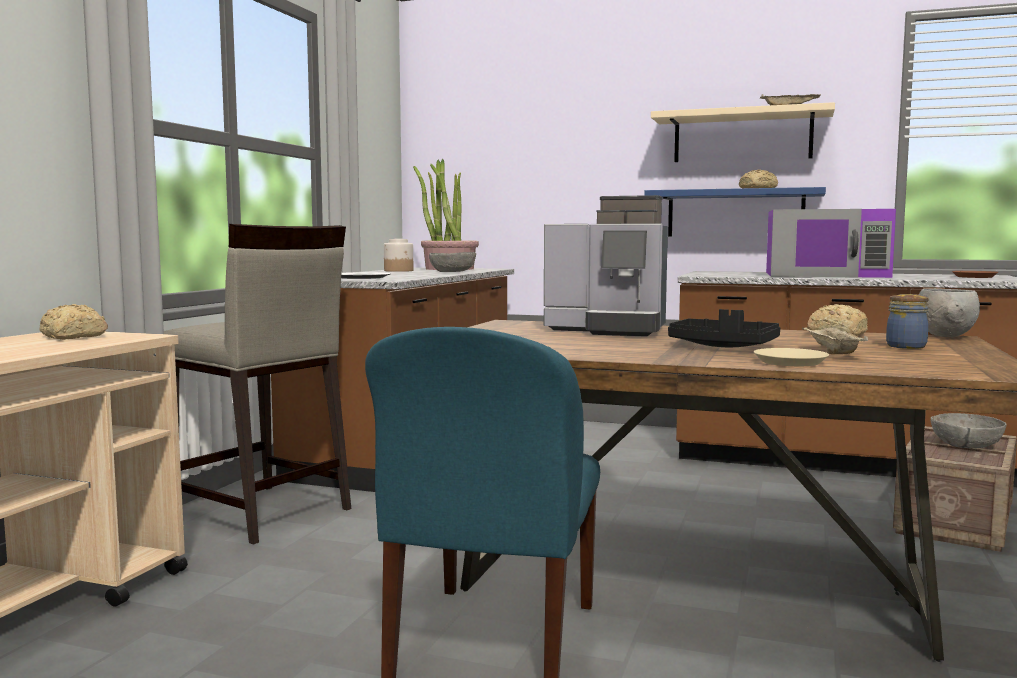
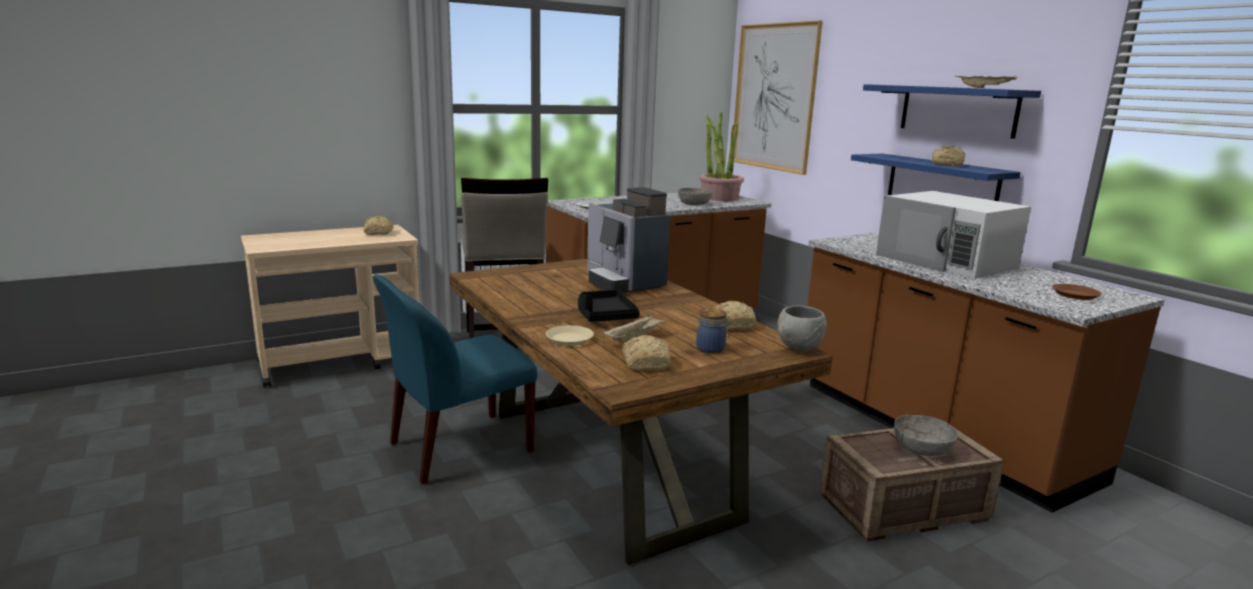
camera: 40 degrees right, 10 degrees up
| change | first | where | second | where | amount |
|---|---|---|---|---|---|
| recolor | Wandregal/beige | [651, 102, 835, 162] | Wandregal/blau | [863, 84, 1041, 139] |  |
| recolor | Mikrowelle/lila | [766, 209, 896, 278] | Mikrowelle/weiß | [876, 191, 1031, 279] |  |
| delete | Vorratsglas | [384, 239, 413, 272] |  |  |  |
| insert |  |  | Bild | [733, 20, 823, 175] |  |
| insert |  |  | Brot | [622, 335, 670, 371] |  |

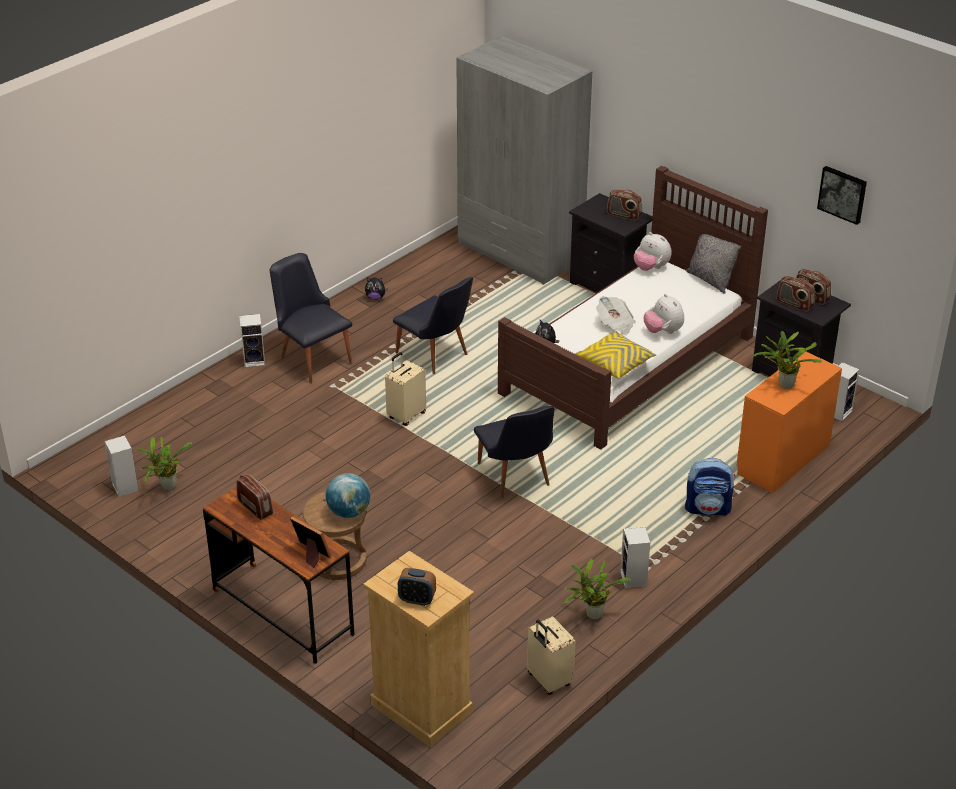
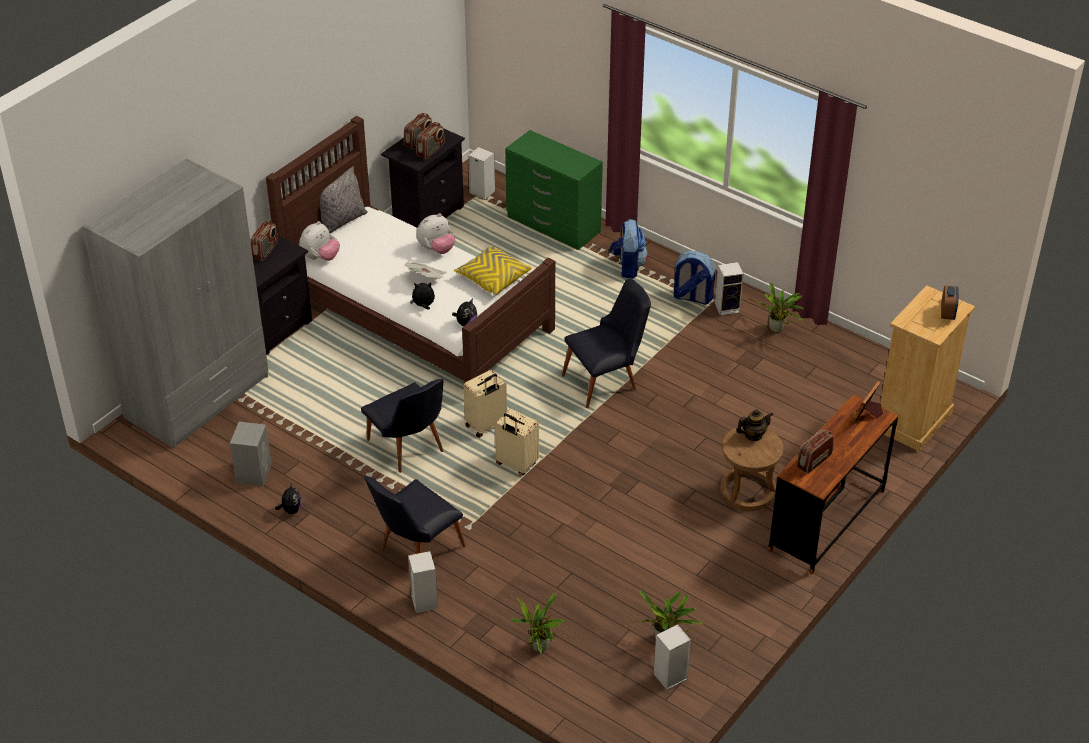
camera: 95 degrees left, 5 degrees up
| change | first | where | second | where | amount |
|---|---|---|---|---|---|
| delete | Bild | [817, 166, 867, 225] |  |  |  |
| rotate | Stuhl/schwarz | [393, 277, 473, 374] |  | [361, 379, 443, 473] | 105 degrees clockwise |
| move | Topfpflanze | [753, 331, 822, 389] |  | [510, 593, 565, 655] |  |
| recolor | Kommode/orange | [736, 352, 842, 493] | Kommode/grün | [505, 130, 603, 250] |  |
| replace | Globus | [326, 473, 370, 518] | Teekanne | [736, 409, 774, 441] |  |
| move | Koffer/beige | [527, 616, 575, 695] |  | [463, 370, 507, 438] |  |
| insert |  |  | Rucksack | [673, 251, 715, 305] |  |
| insert |  |  | Plüschtier | [410, 282, 435, 310] |  |
| insert |  |  | Lautsprecher/grau | [230, 422, 272, 486] |  |

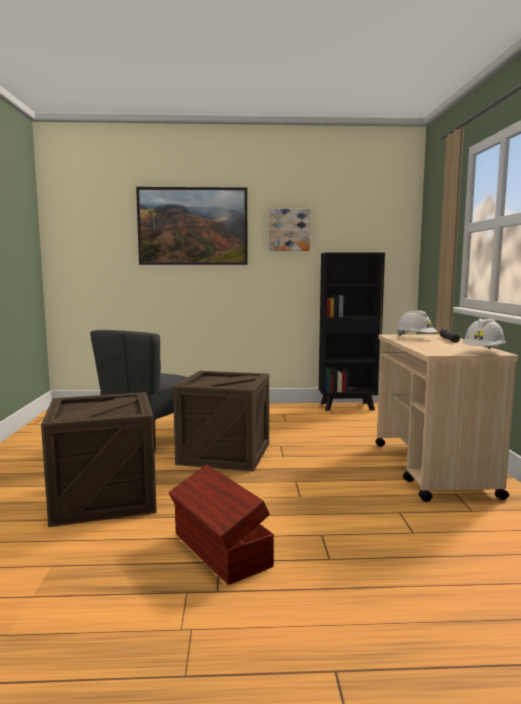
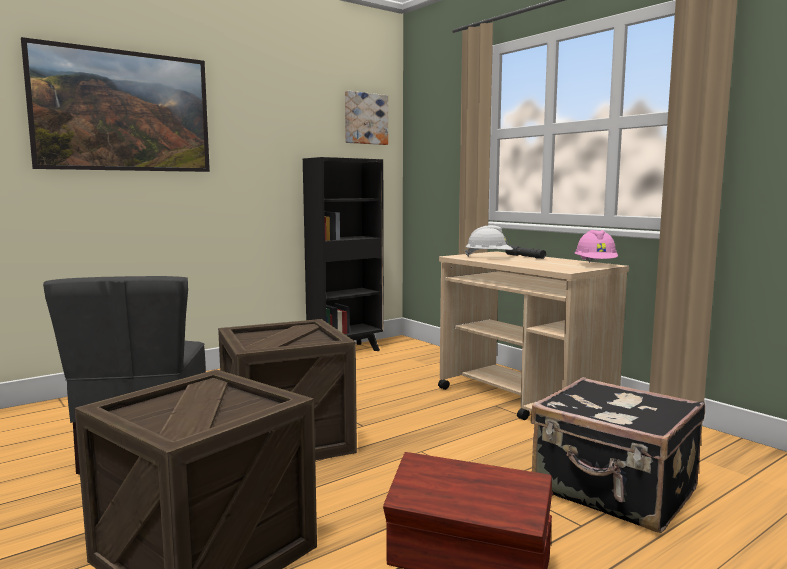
camera: 35 degrees left, 0 degrees up
| change | first | where | second | where | amount |
|---|---|---|---|---|---|
| move | Bild | [269, 209, 310, 251] |  | [345, 91, 388, 145] |  |
| recolor | Schutzhelm/weiß | [462, 318, 506, 349] | Schutzhelm/rosa | [575, 230, 618, 263] |  |
| insert |  |  | Koffer/schwarz | [531, 377, 705, 533] |  |

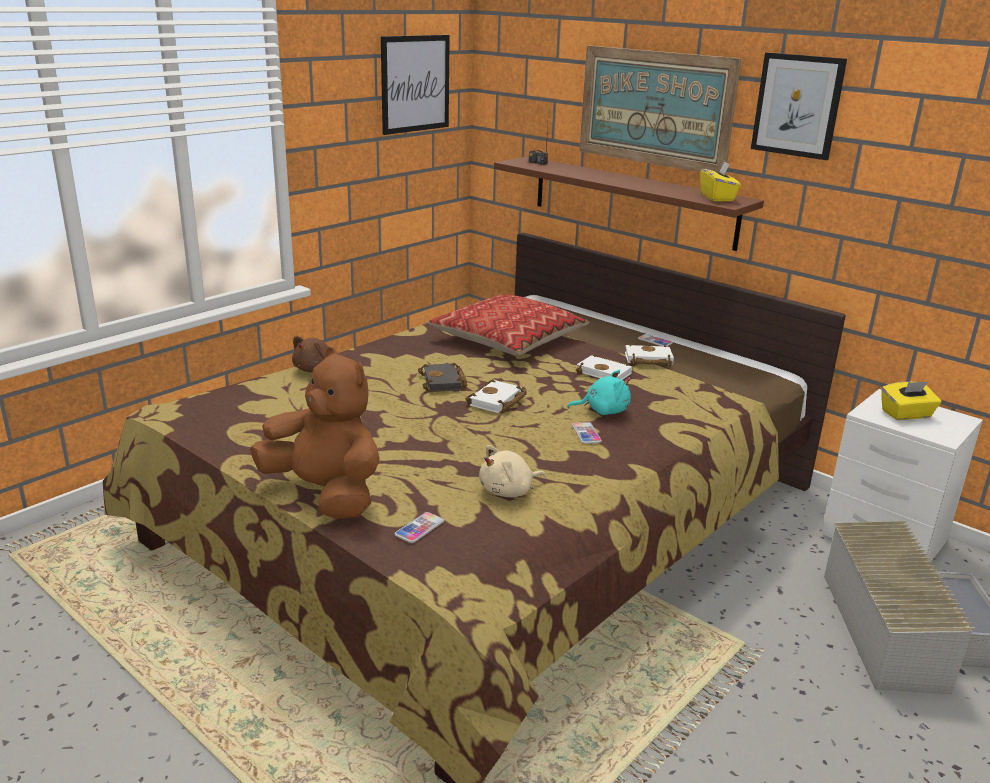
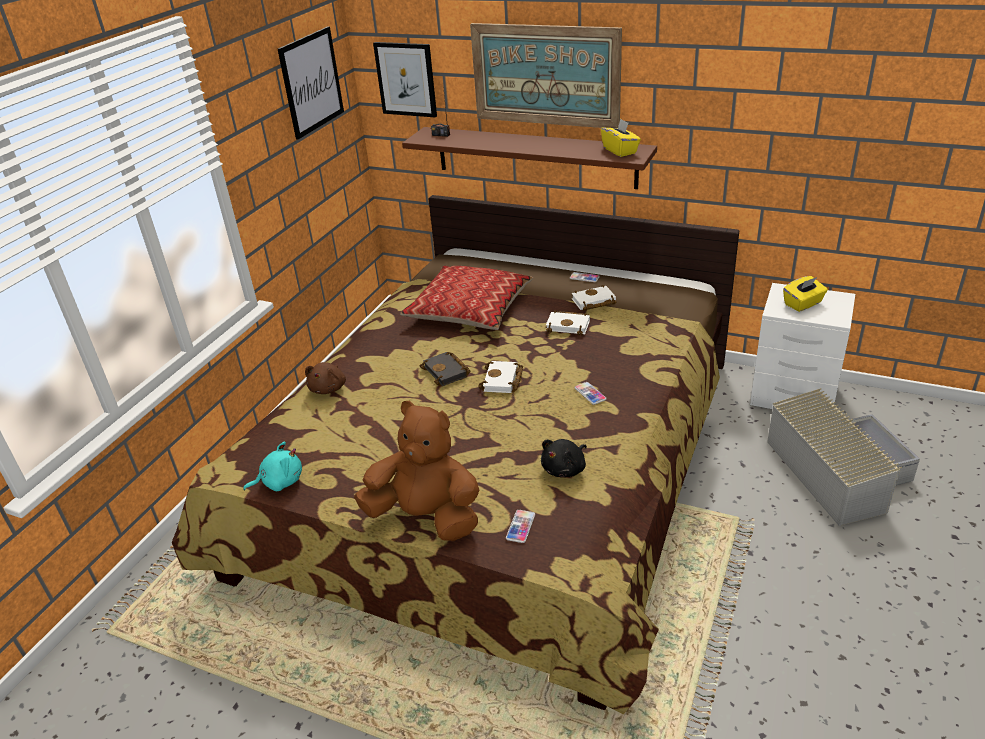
camera: 15 degrees left, 10 degrees up
| change | first | where | second | where | amount |
|---|---|---|---|---|---|
| move | Bild | [751, 52, 847, 160] |  | [373, 42, 437, 118] |  |
| move | Plüschtier/türkis | [567, 370, 631, 415] |  | [243, 441, 302, 491] |  |
| recolor | Plüschtier/beige | [479, 445, 546, 497] | Plüschtier/schwarz | [541, 439, 587, 477] |  |

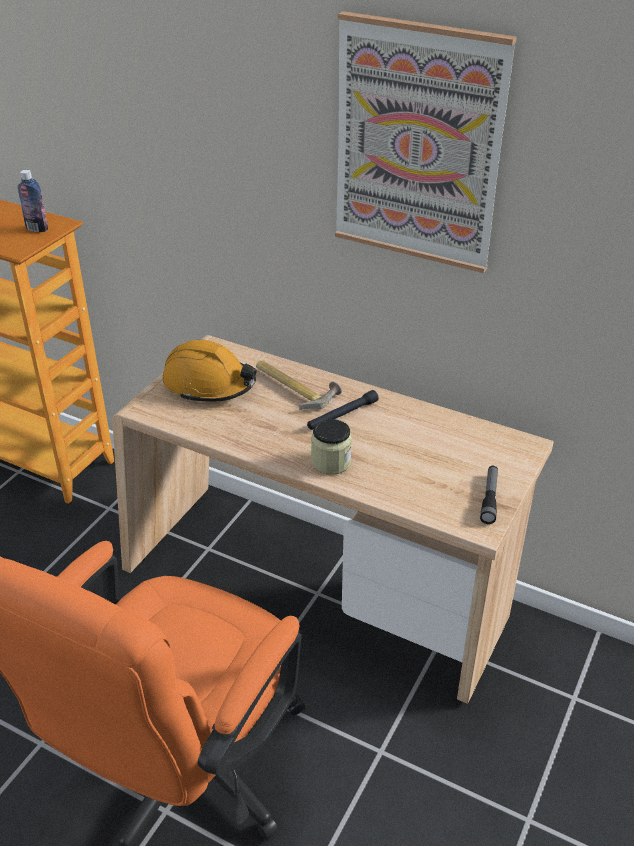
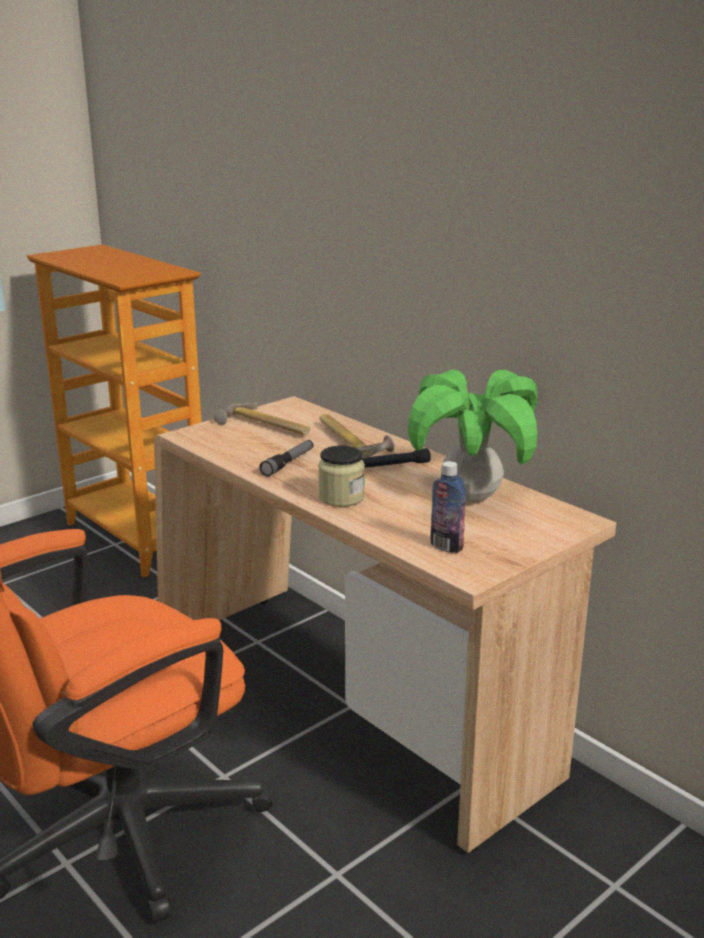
camera: 20 degrees right, 15 degrees down
| change | first | where | second | where | amount |
|---|---|---|---|---|---|
| delete | Bild | [335, 11, 517, 273] |  |  |  |
| move | Flasche | [17, 170, 48, 232] |  | [431, 461, 466, 553] |  |
| replace | Schutzhelm/orange | [163, 340, 257, 402] | Hammer | [214, 402, 310, 435] |  |
| move | Taschenlampe | [480, 466, 498, 524] |  | [259, 440, 313, 477] |  |
| insert |  |  | Topfpflanze | [408, 369, 537, 502] |  |

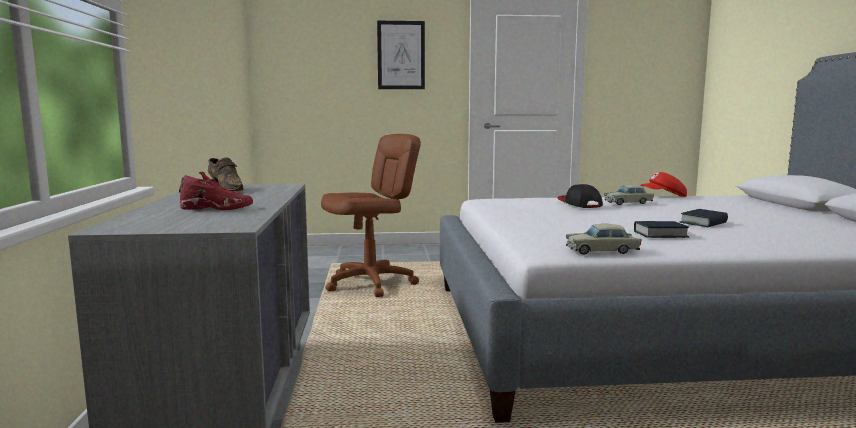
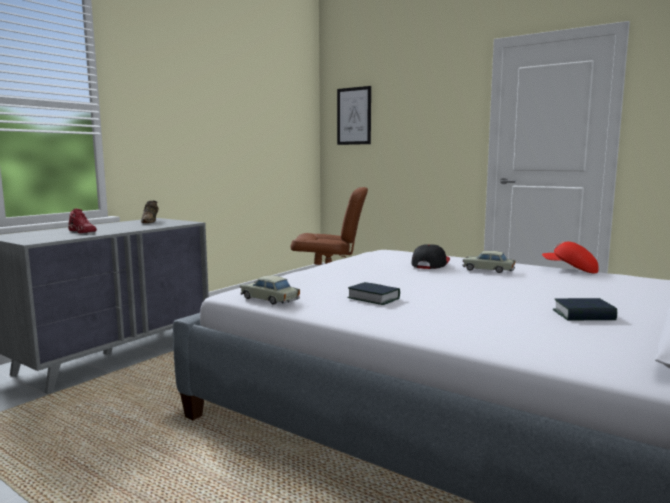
camera: 40 degrees right, 0 degrees up
| change | first | where | second | where | amount |
|---|---|---|---|---|---|
| move | Bild | [377, 21, 425, 89] |  | [337, 86, 371, 145] |  |
| move | Buch | [680, 209, 728, 227] |  | [553, 298, 617, 320] |  |

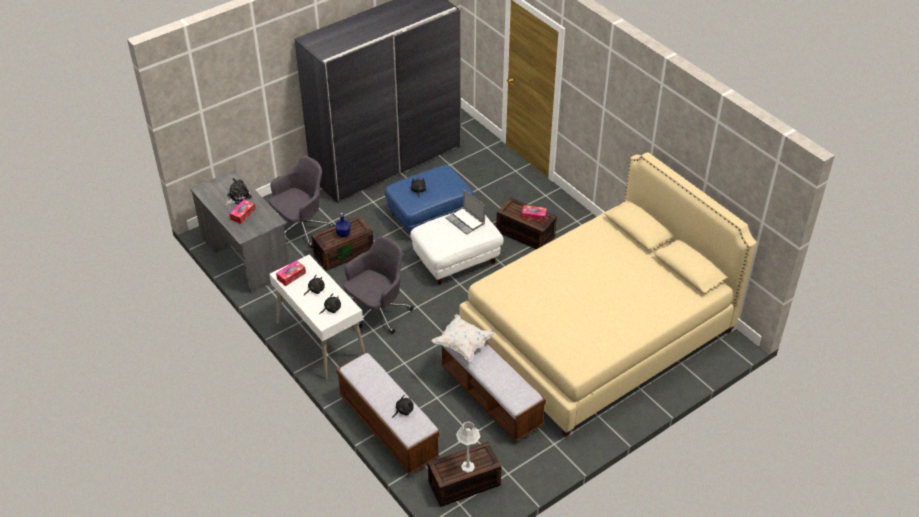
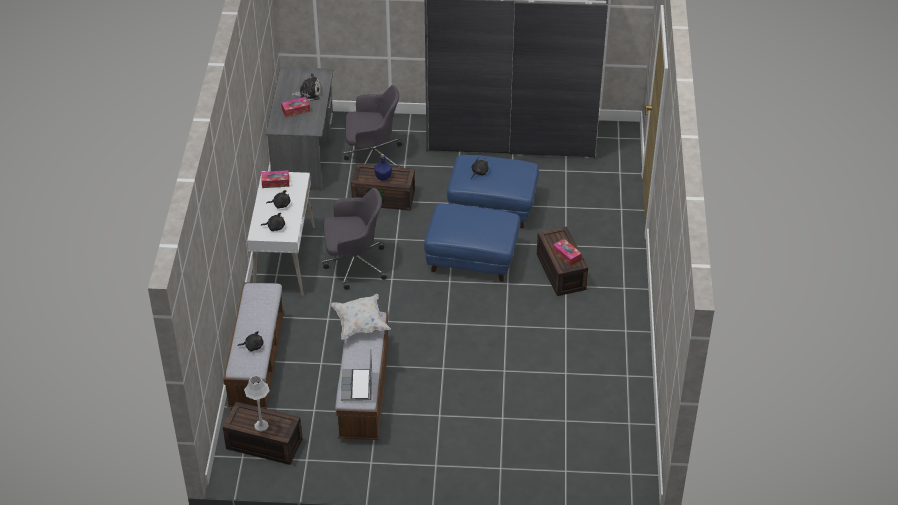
camera: 40 degrees right, 0 degrees up
| change | first | where | second | where | amount |
|---|---|---|---|---|---|
| delete | Bett/beige | [460, 152, 757, 437] |  |  |  |
| move | Laptop | [446, 189, 485, 235] |  | [341, 349, 372, 401] |  |
| recolor | Polsterhocker/weiß | [410, 212, 504, 285] | Polsterhocker/blau | [424, 204, 520, 282] |  |

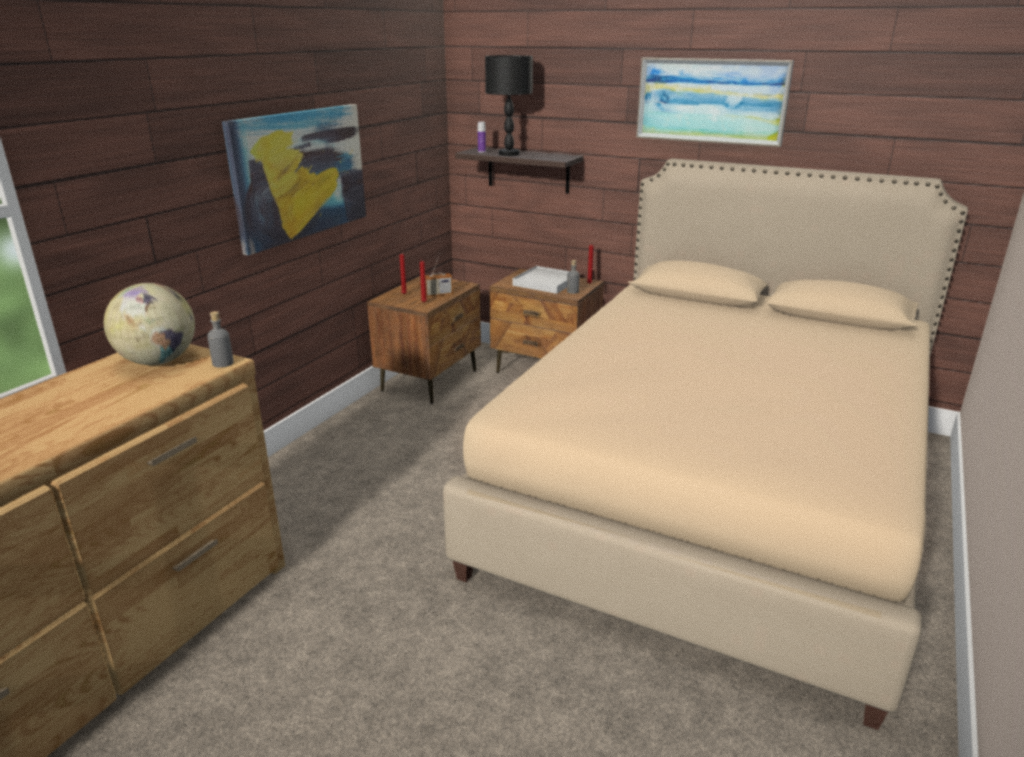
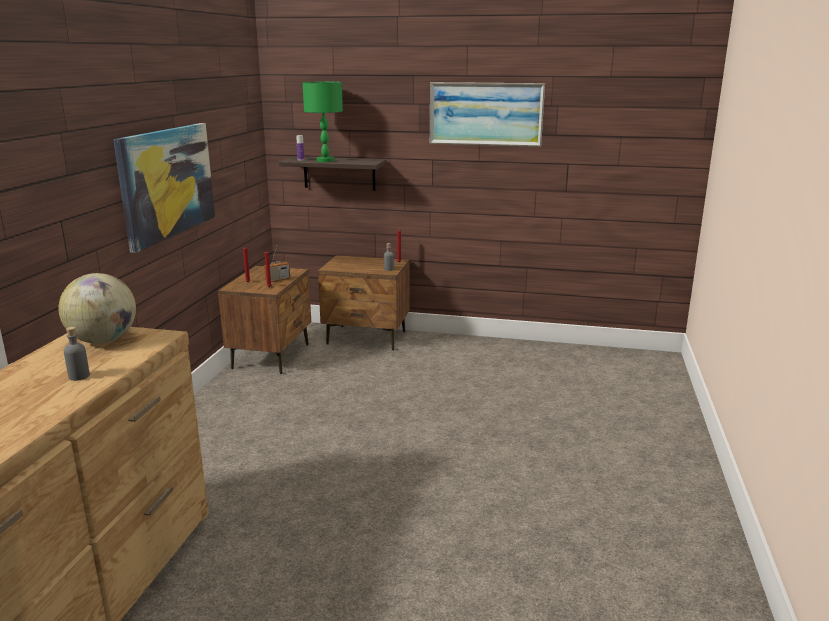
camera: 15 degrees left, 5 degrees down
| change | first | where | second | where | amount |
|---|---|---|---|---|---|
| recolor | Tischlampe/schwarz | [485, 55, 533, 156] | Tischlampe/grün | [303, 82, 343, 162] |  |
| delete | Bett/beige | [443, 158, 968, 730] |  |  |  |
| delete | Tablett/weiß | [512, 266, 569, 294] |  |  |  |
| move | Flasche/grau | [207, 311, 234, 368] |  | [64, 327, 90, 381] |  |

